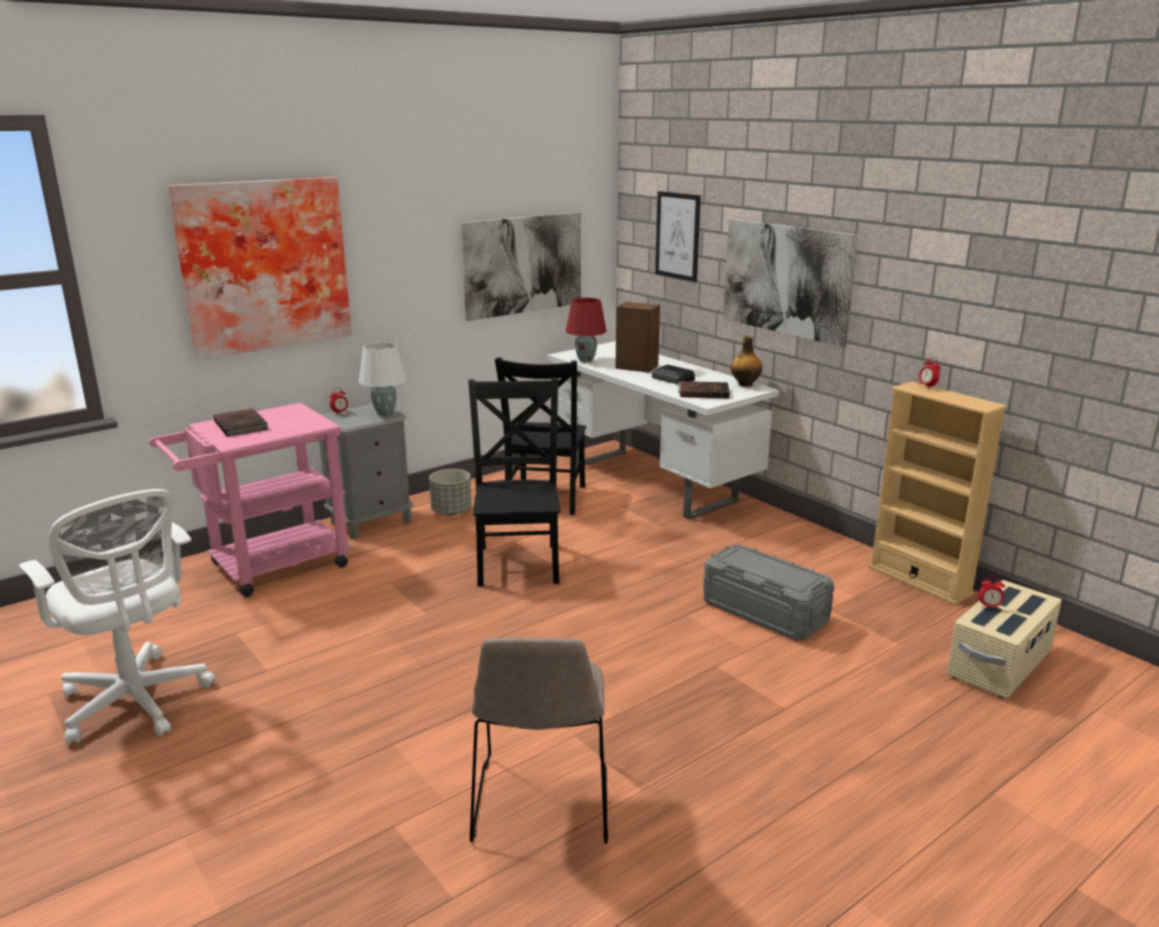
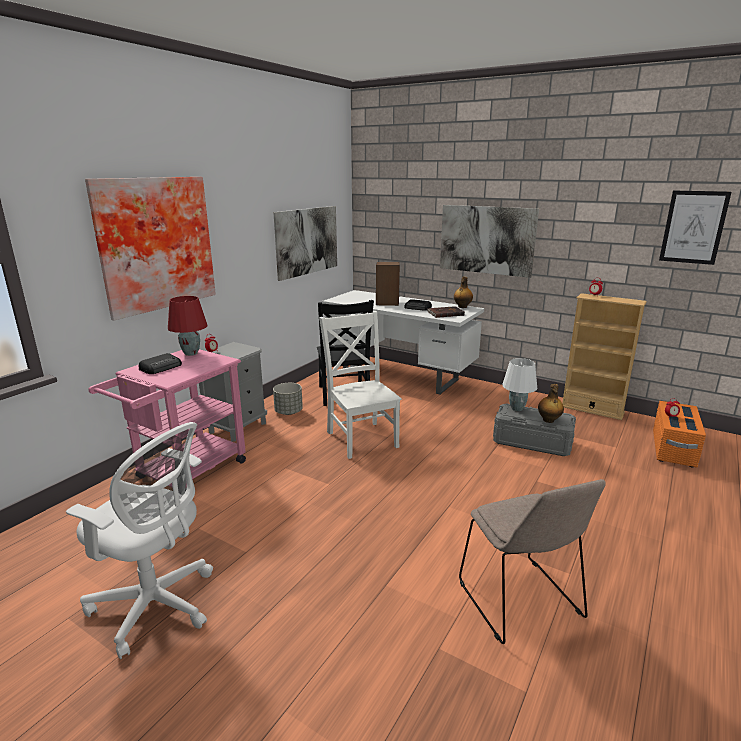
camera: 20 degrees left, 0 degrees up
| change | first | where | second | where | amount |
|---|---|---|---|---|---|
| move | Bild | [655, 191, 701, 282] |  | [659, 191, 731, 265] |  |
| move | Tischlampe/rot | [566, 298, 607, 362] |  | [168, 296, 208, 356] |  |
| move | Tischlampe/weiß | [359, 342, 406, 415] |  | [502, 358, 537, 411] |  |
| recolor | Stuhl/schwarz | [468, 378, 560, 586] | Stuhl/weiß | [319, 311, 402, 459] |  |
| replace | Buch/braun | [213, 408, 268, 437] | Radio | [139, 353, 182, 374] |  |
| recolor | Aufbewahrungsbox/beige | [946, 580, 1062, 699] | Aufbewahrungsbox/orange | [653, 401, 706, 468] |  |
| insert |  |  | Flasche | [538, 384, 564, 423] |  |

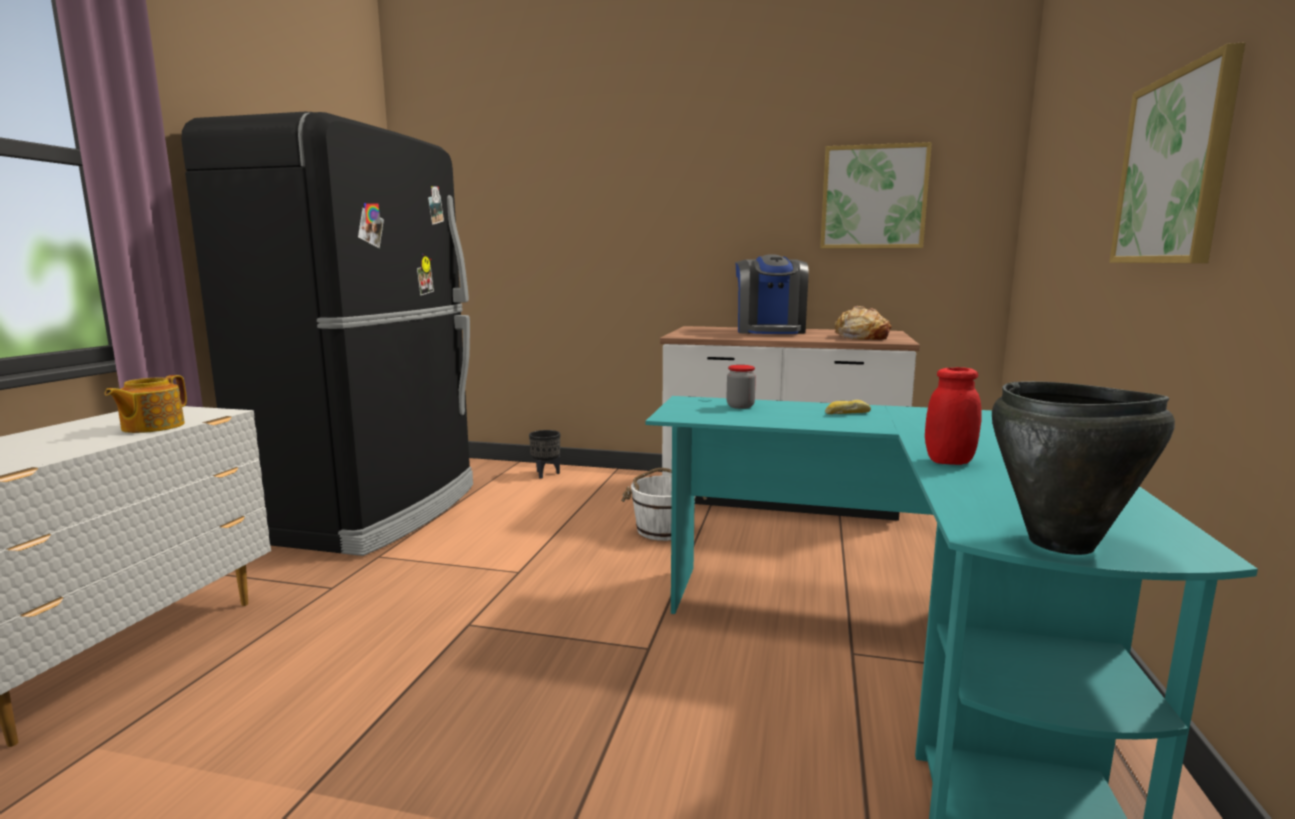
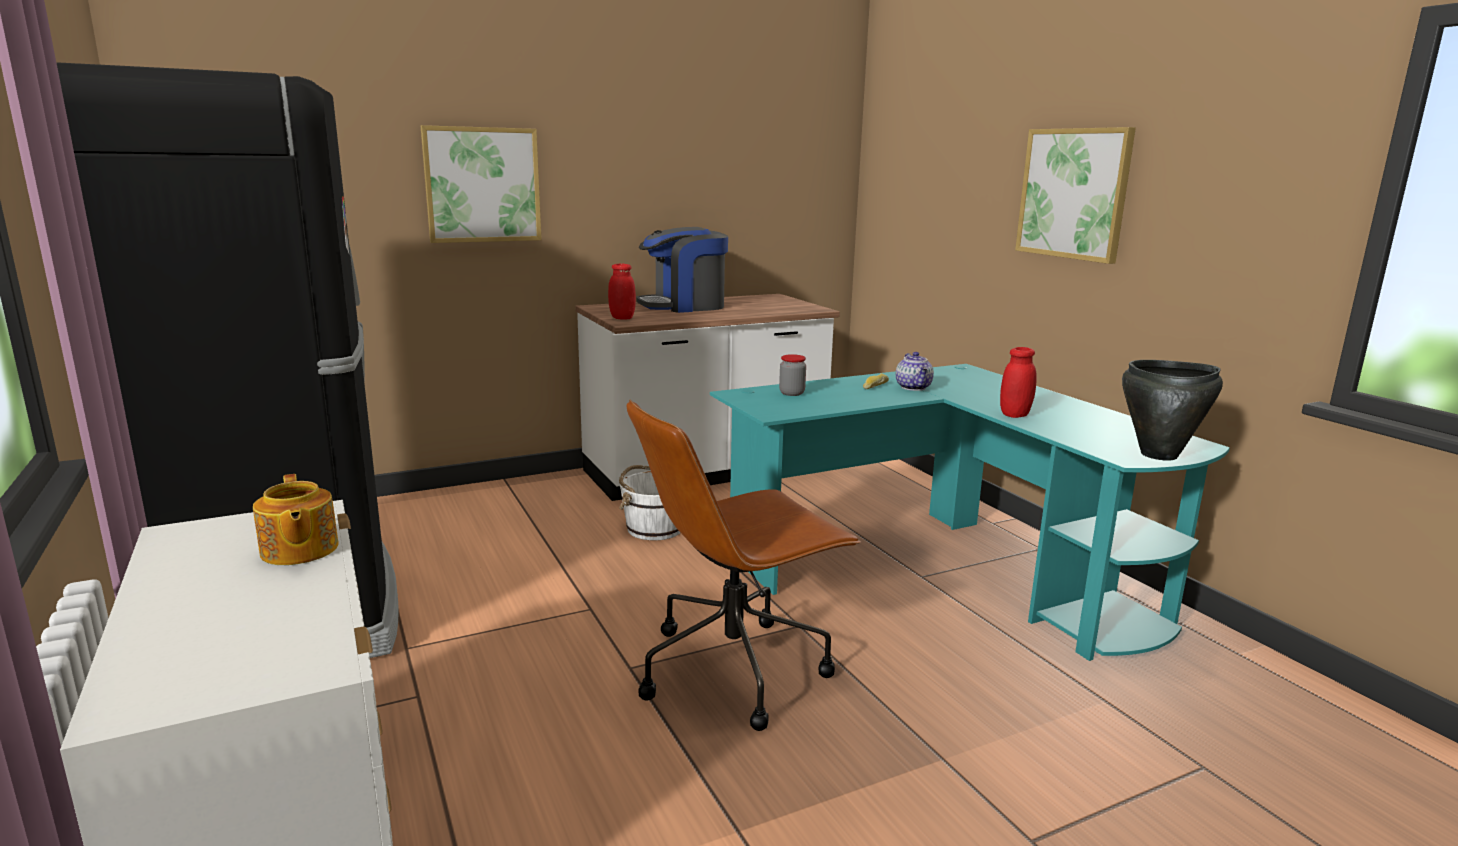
camera: 40 degrees left, 5 degrees up
| change | first | where | second | where | amount |
|---|---|---|---|---|---|
| move | Bild | [820, 142, 932, 249] |  | [421, 125, 542, 243] |  |
| rotate | Kaffeemaschine | [735, 254, 808, 334] |  | [637, 227, 728, 313] | 105 degrees clockwise |
| delete | Brot | [834, 306, 891, 340] |  |  |  |
| delete | Pflanzkübel/schwarz | [529, 430, 560, 479] |  |  |  |
| insert |  |  | Vorratsglas/rot | [608, 264, 636, 320] |  |
| insert |  |  | Teekanne | [896, 352, 934, 391] |  |
| insert |  |  | Bürostuhl/braun | [627, 400, 861, 731] |  |

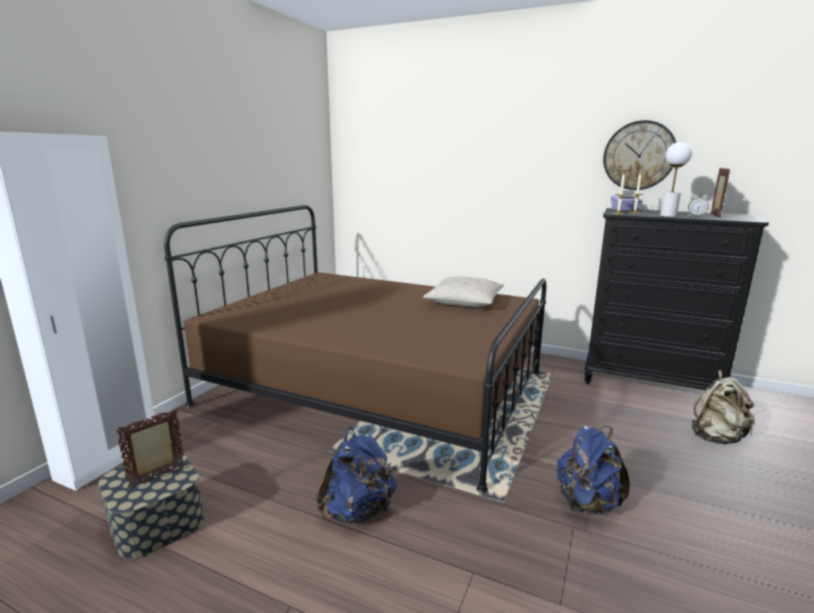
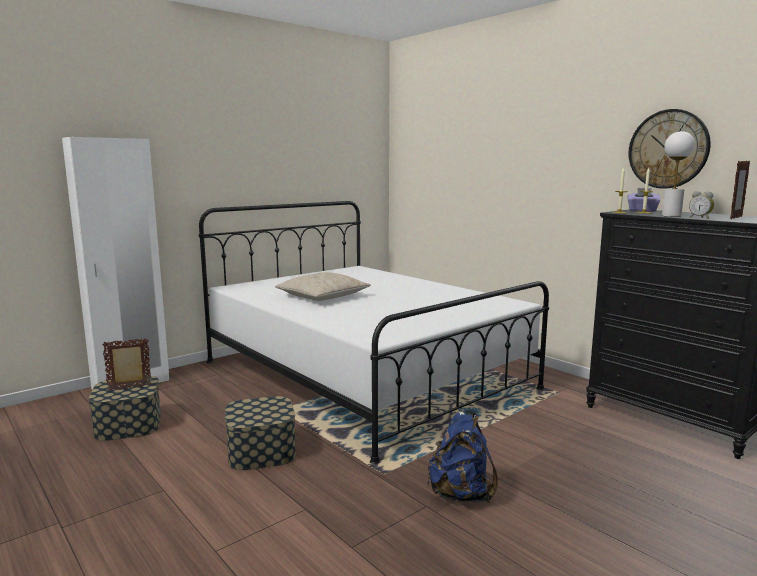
camera: 25 degrees right, 5 degrees down
| change | first | where | second | where | amount |
|---|---|---|---|---|---|
| recolor | Bett/braun | [164, 205, 546, 493] | Bett/weiß | [199, 201, 549, 464] |  |
| move | Kissen/beige | [423, 276, 504, 307] |  | [275, 272, 371, 301] |  |
| delete | Rucksack/beige | [692, 370, 756, 444] |  |  |  |
| replace | Rucksack/blau | [316, 427, 397, 523] | Aufbewahrungsbox | [225, 396, 296, 470] |  |

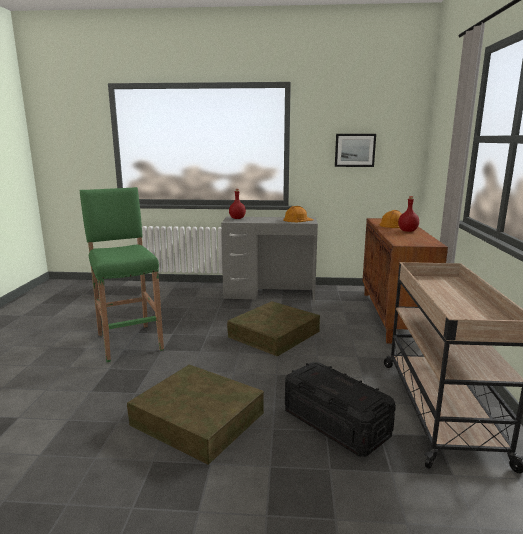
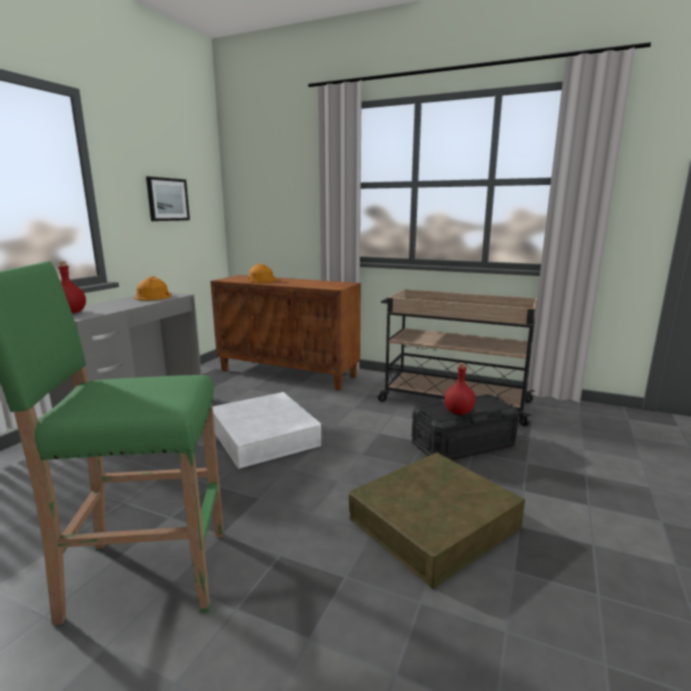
camera: 70 degrees left, 0 degrees up
| change | first | where | second | where | amount |
|---|---|---|---|---|---|
| move | Flasche/rot | [398, 196, 419, 232] |  | [444, 363, 475, 415] |  |
| recolor | Aufbewahrungsbox/braun | [227, 301, 320, 357] | Aufbewahrungsbox/weiß | [213, 392, 321, 469] |  |

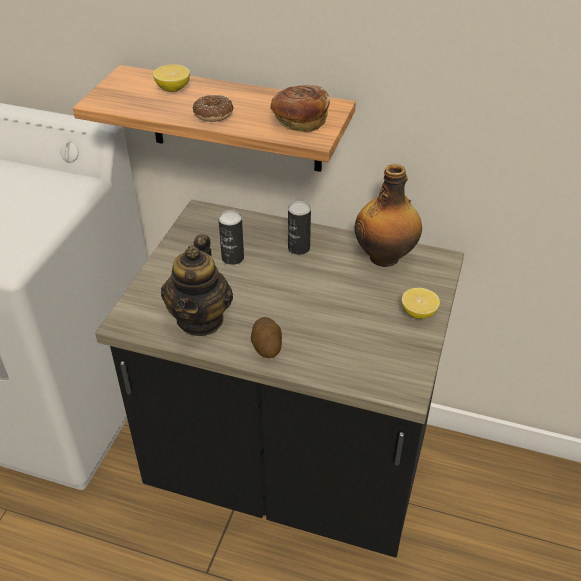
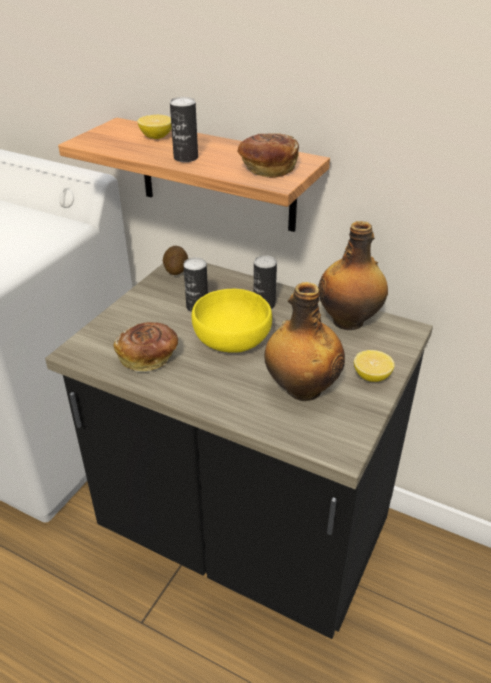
camera: 10 degrees right, 5 degrees down
| change | first | where | second | where | amount |
|---|---|---|---|---|---|
| replace | Donut | [193, 95, 234, 122] | Dose | [170, 97, 198, 162] |  |
| replace | Teekanne | [161, 234, 233, 336] | Brot | [113, 322, 178, 372] |  |
| move | Kartoffel | [251, 317, 282, 358] |  | [163, 246, 188, 275] |  |
| insert |  |  | Flasche | [264, 282, 345, 401] |  |
| insert |  |  | Schüssel/gelb | [192, 289, 272, 353] |  |

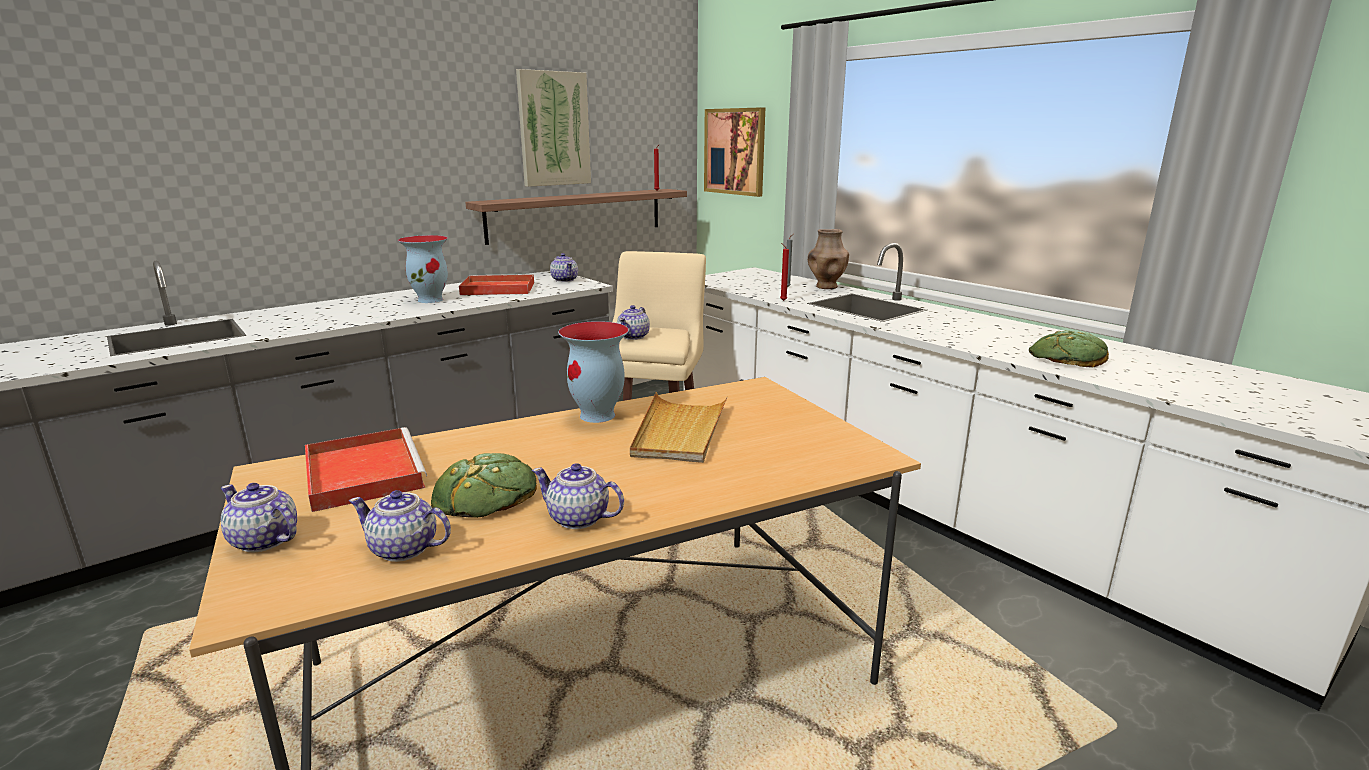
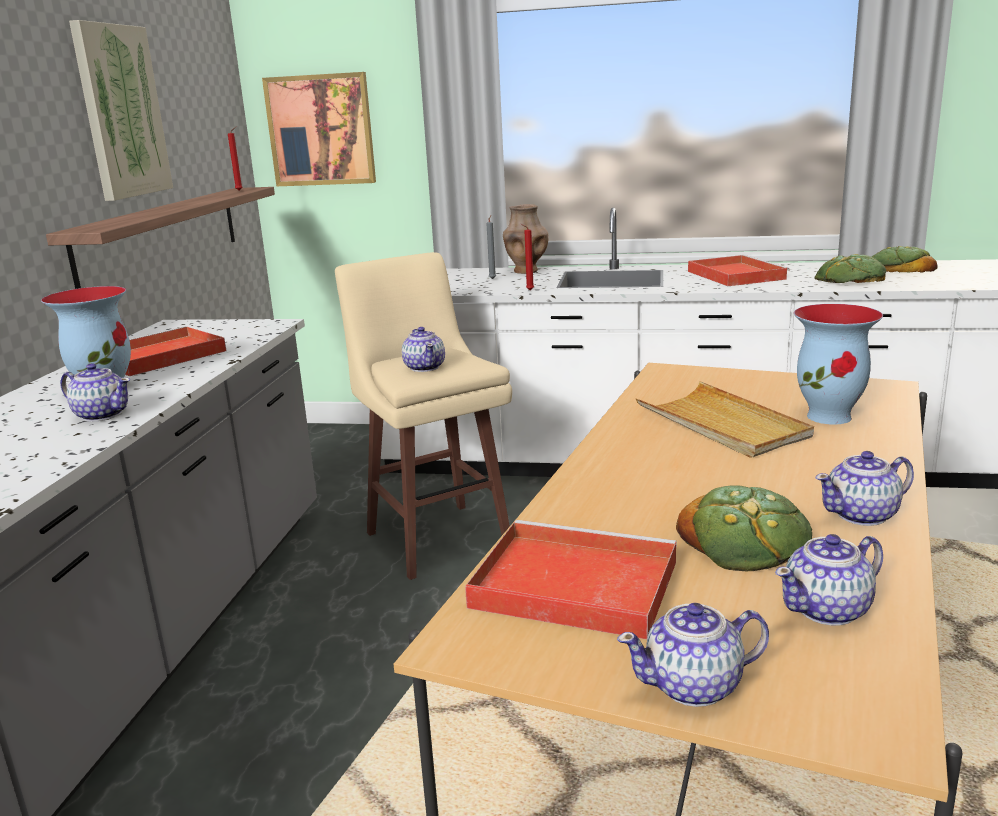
camera: 40 degrees left, 0 degrees up
| change | first | where | second | where | amount |
|---|---|---|---|---|---|
| move | Teekanne | [550, 253, 578, 282] |  | [60, 363, 130, 422] |  |
| move | Vase | [558, 321, 629, 423] |  | [794, 304, 883, 425] |  |
| insert |  |  | Brot | [871, 246, 938, 273] |  |
| insert |  |  | Tablett/rot | [688, 255, 790, 286] |  |

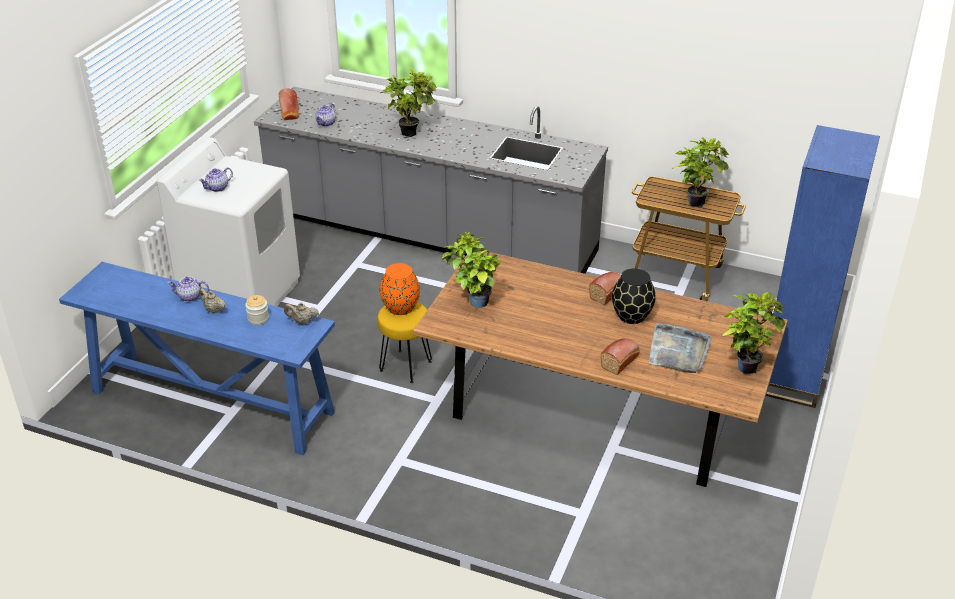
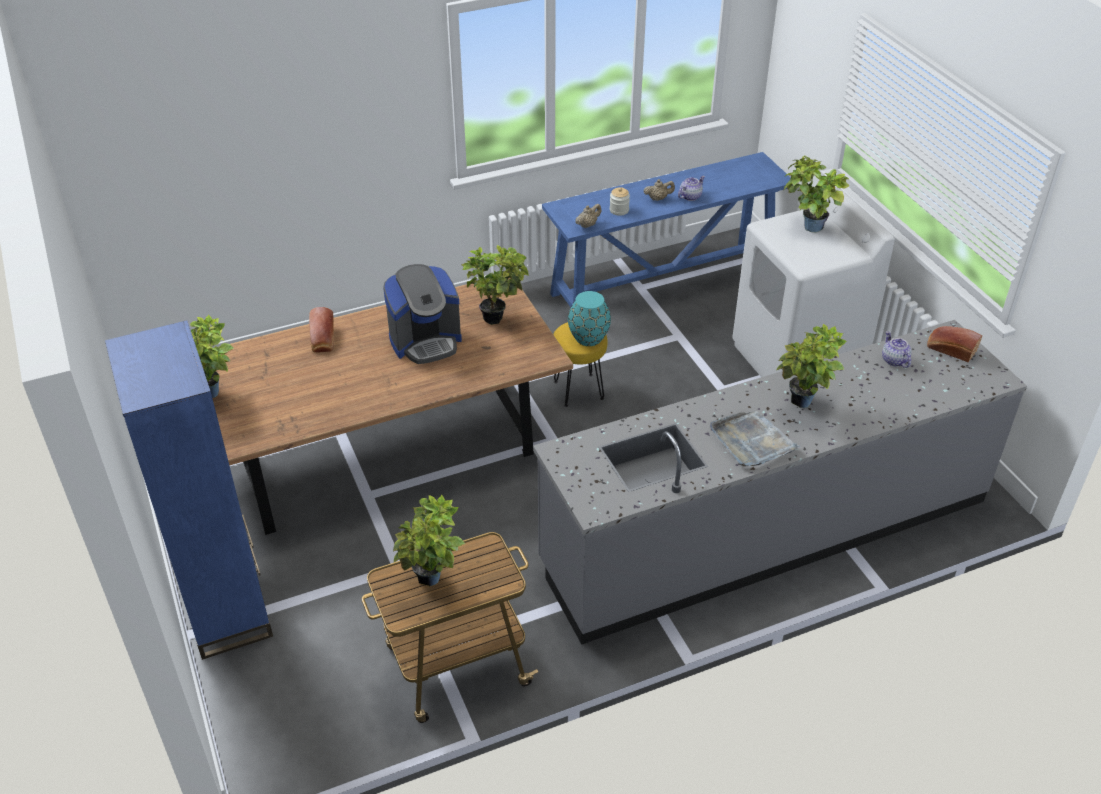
camera: 135 degrees right, 5 degrees up
| change | first | where | second | where | amount |
|---|---|---|---|---|---|
| replace | Teekanne | [199, 167, 233, 192] | Topfpflanze | [784, 156, 849, 232] |  |
| recolor | Vase/orange | [380, 263, 420, 315] | Vase/türkis | [568, 291, 611, 346] |  |
| delete | Vase/schwarz | [612, 268, 656, 324] |  |  |  |
| delete | Brot | [589, 272, 621, 305] |  |  |  |
| move | Tablett/grau | [649, 323, 711, 373] |  | [710, 411, 801, 467] |  |
| insert |  |  | Kaffeemaschine | [383, 264, 462, 364] |  |

